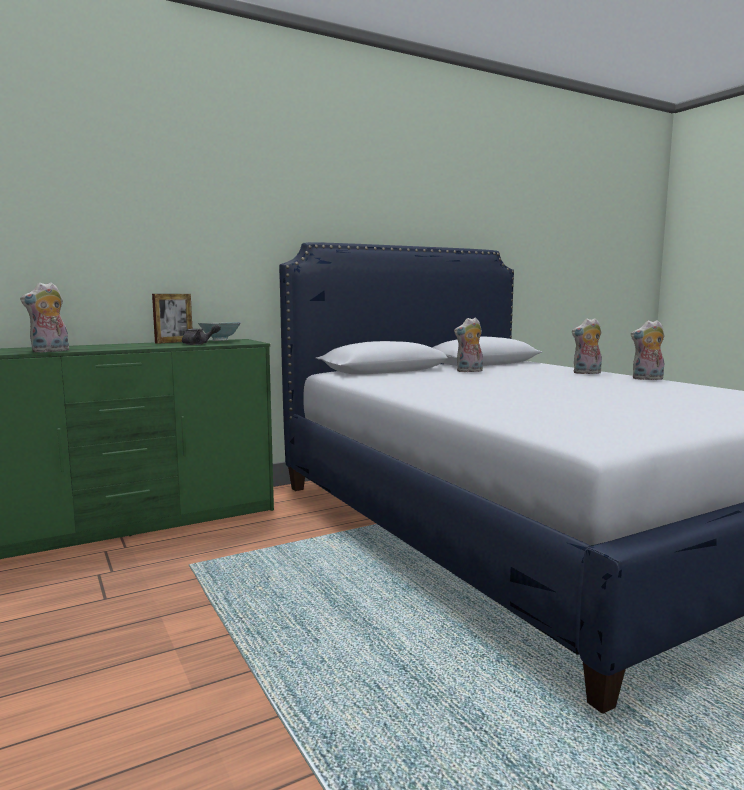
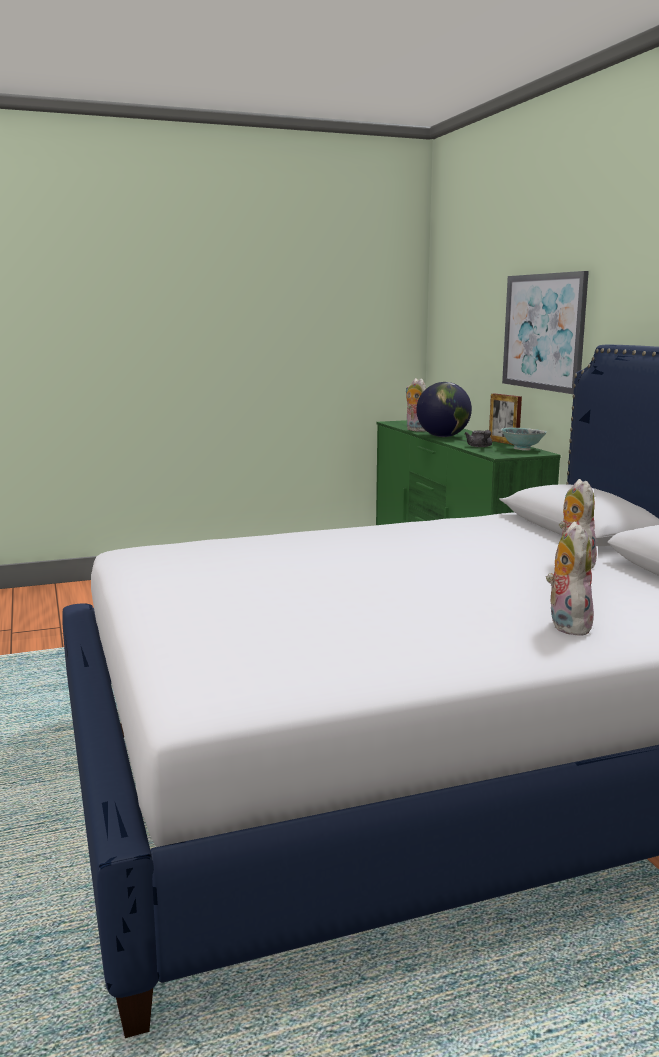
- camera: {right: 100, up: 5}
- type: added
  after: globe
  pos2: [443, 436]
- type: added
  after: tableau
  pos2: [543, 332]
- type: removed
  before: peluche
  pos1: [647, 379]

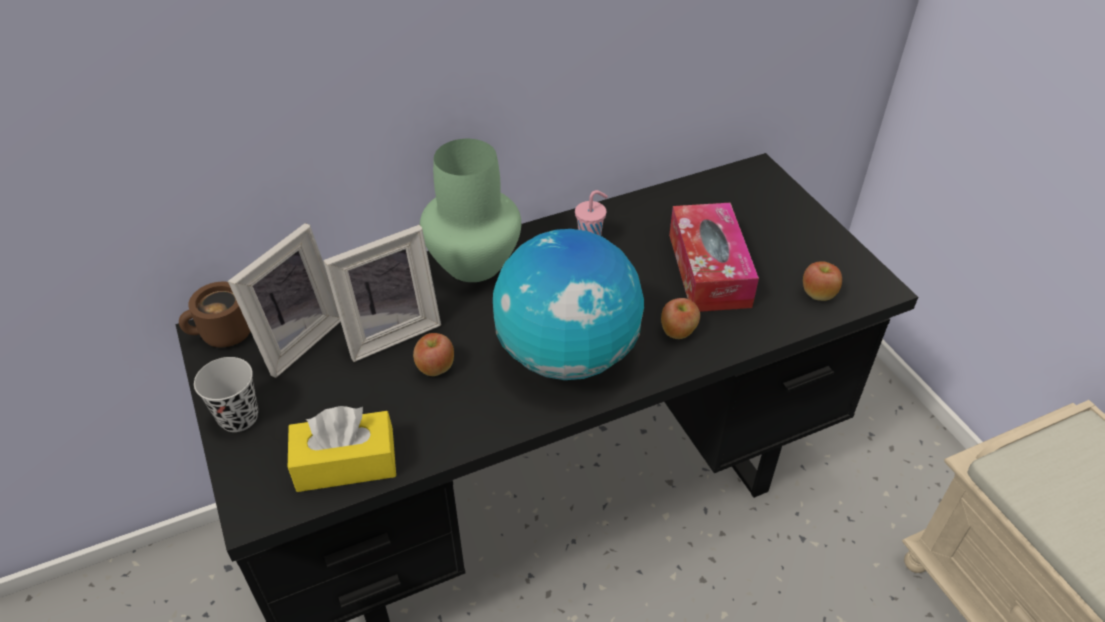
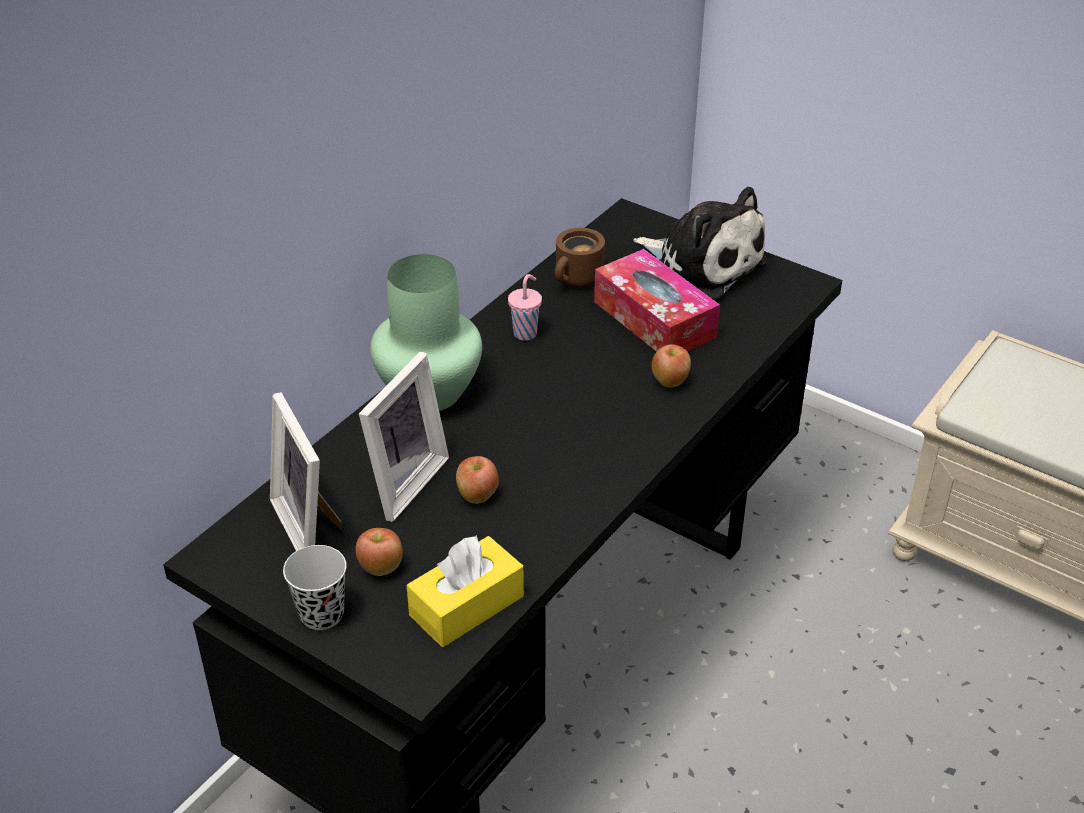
- camera: {right: -30, up: -5}
- type: turned
  before: cadre photo
  pos1: [295, 339]
  pos2: [311, 526]
  turn: 150
- type: moved
  before: pomme
  pos1: [818, 294]
  pos2: [380, 567]
- type: moved
  before: mug/marron
  pos1: [223, 335]
  pos2: [578, 280]
- type: added
  after: peluche
  pos2: [701, 264]
- type: removed
  before: globe
  pos1: [567, 355]

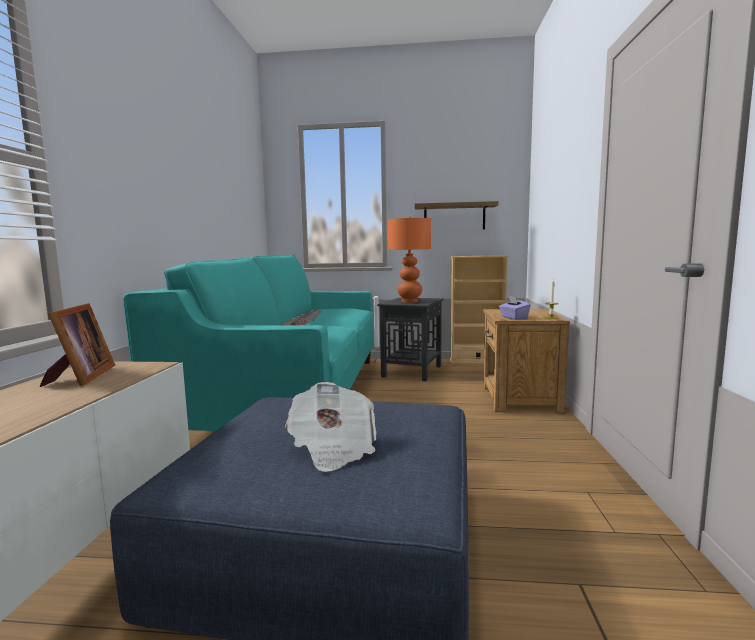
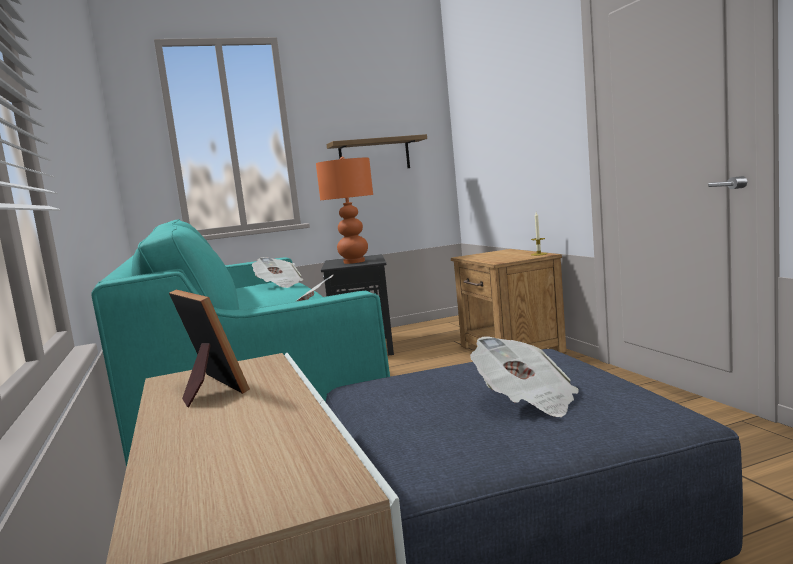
- camera: {right: -25, up: 0}
- type: added
  after: journal
  pos2: [279, 285]
- type: removed
  before: bibliothèque/beige
  pos1: [477, 361]
- type: removed
  before: boîte à mouchoirs/violet
  pos1: [513, 318]

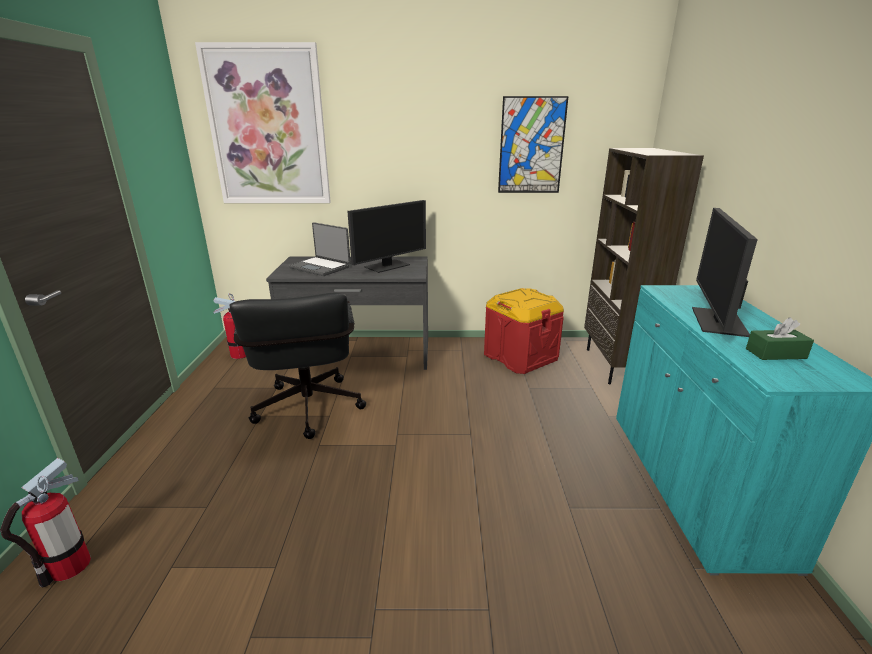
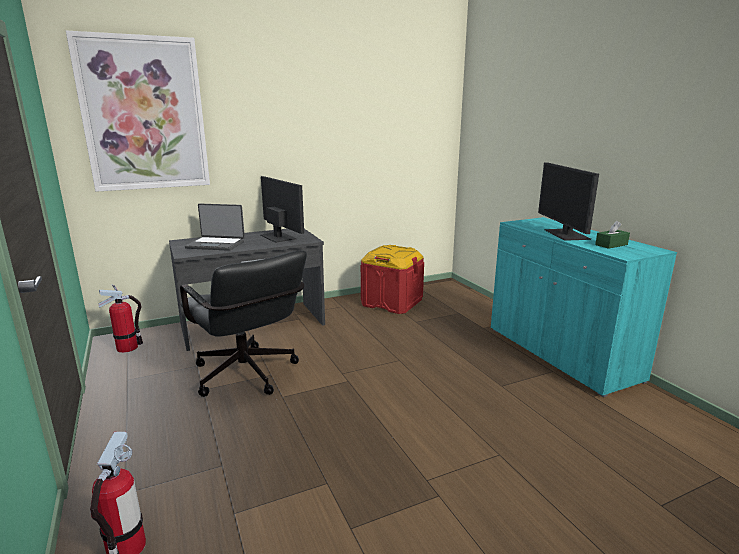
- camera: {right: -25, up: -5}
- type: turned
  before: écran d'ordinateur
  pos1: [387, 266]
  pos2: [278, 237]
  turn: -60
- type: removed
  before: tableau
  pos1: [531, 146]
- type: removed
  before: bibliothèque/marron
  pos1: [615, 366]

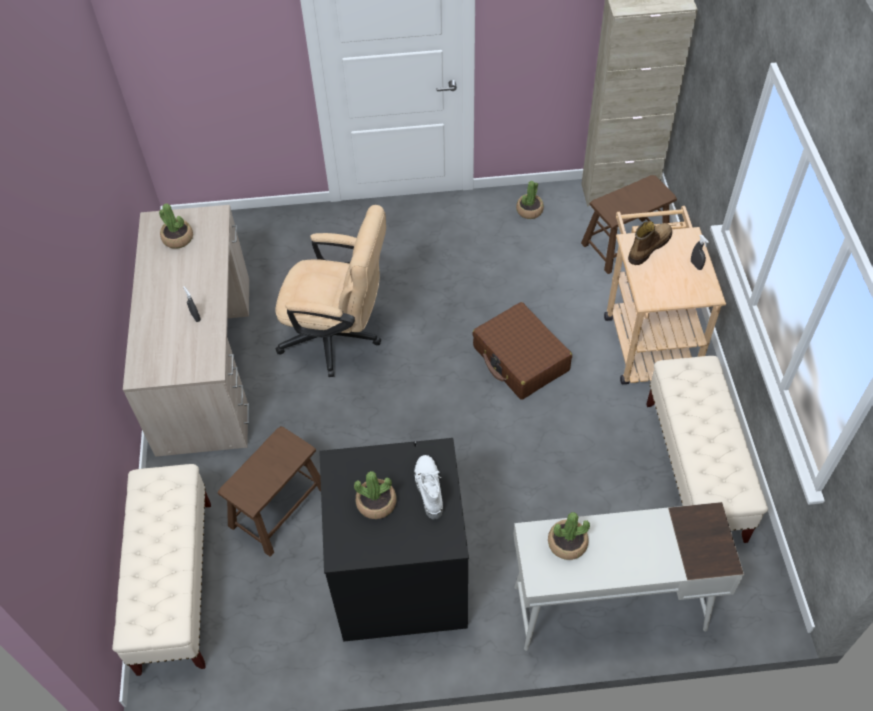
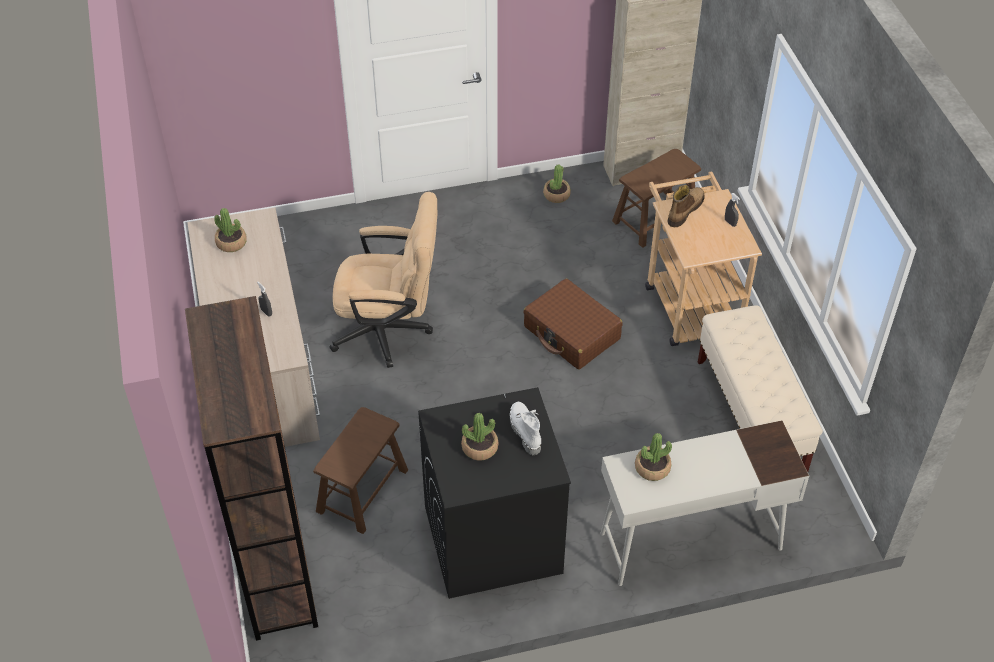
- camera: {right: -10, up: -5}
- type: replaced
  before: banc/beige
  after: bibliothèque/marron
  pos1: [176, 585]
  pos2: [276, 569]

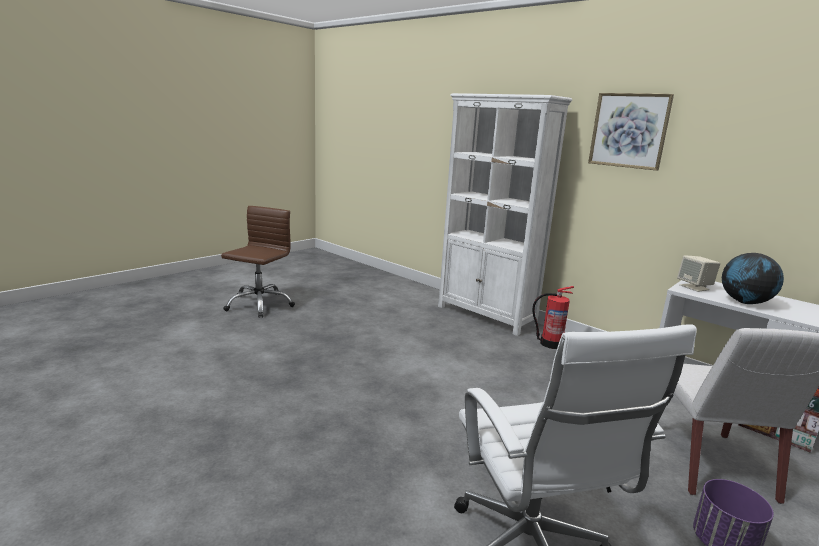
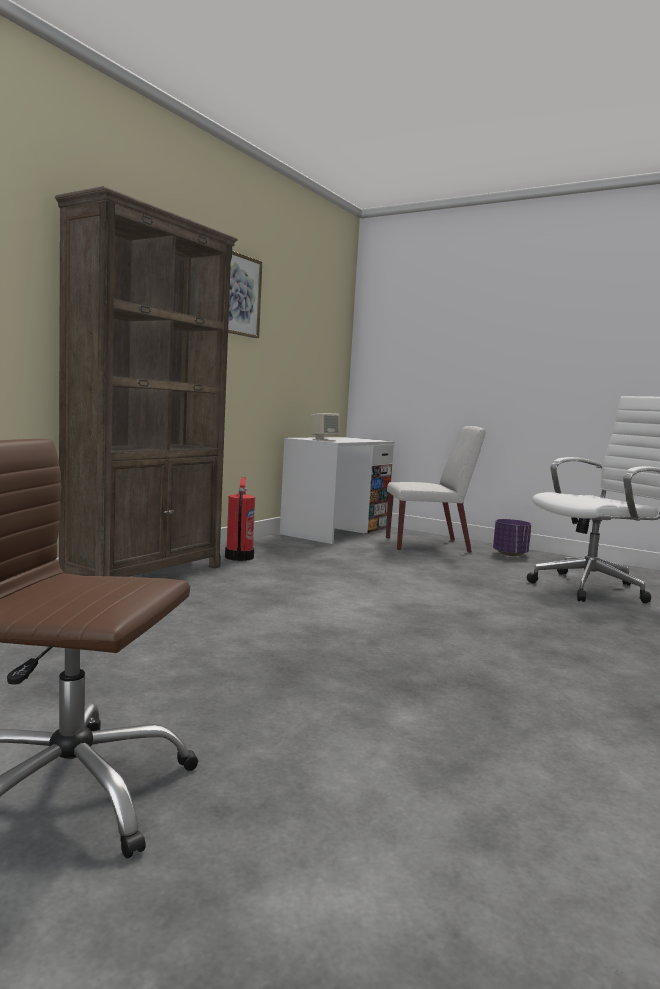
- camera: {right: -100, up: -10}
- type: recoloured
  before: bibliothèque/blanc
  after: bibliothèque/marron
  pos1: [486, 316]
  pos2: [146, 575]
- type: removed
  before: globe
  pos1: [745, 302]

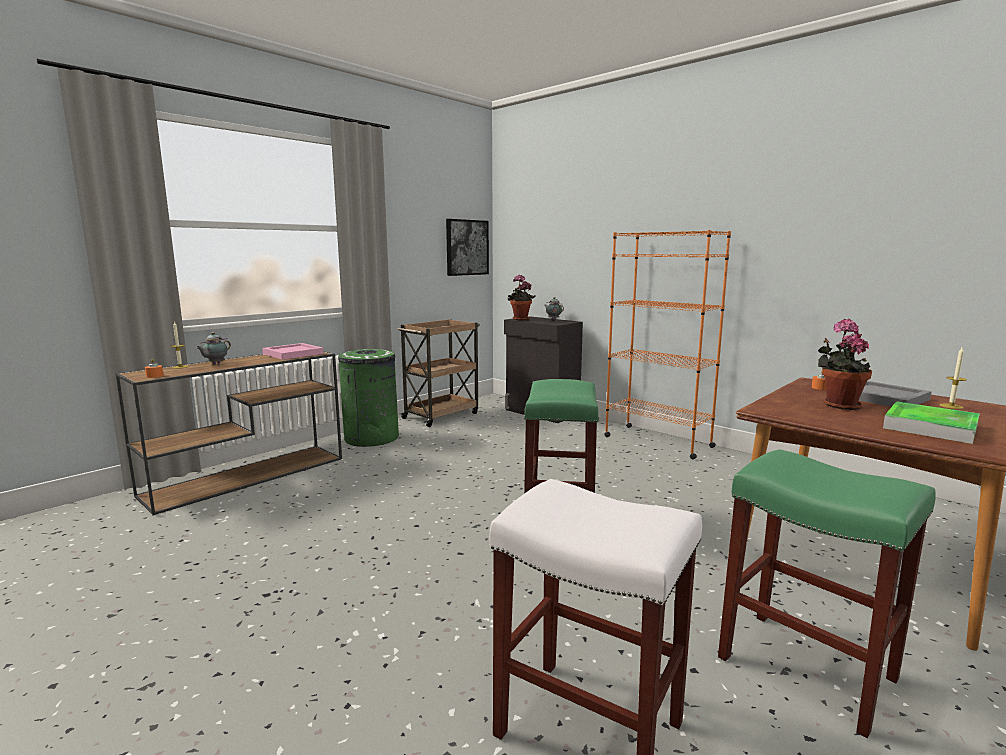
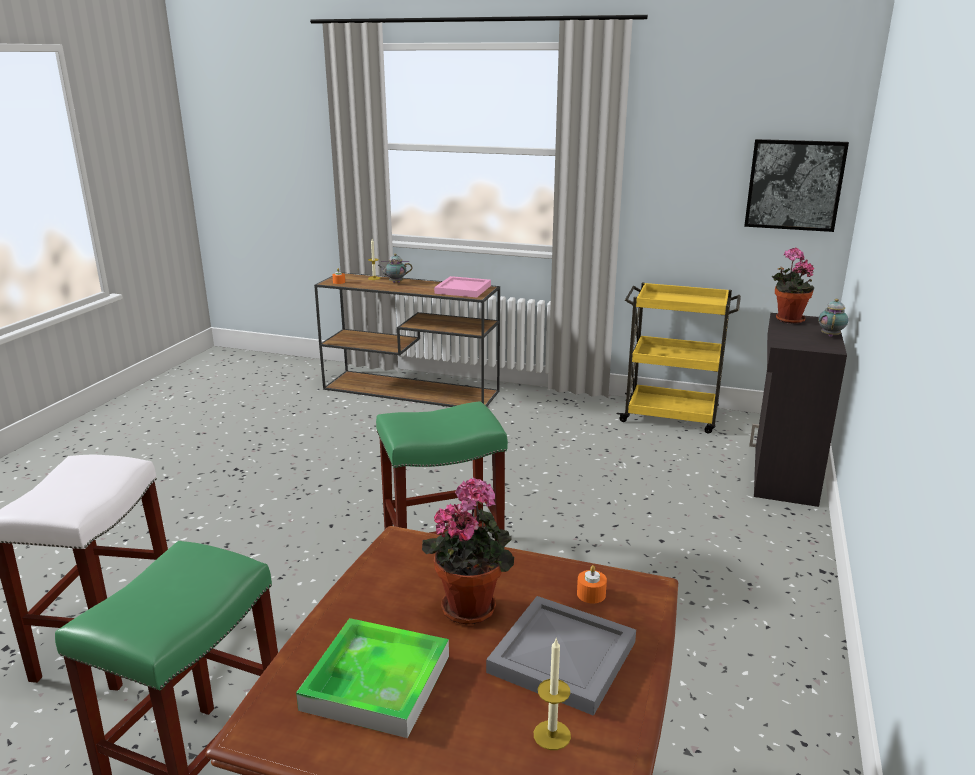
- camera: {right: 65, up: 10}
- type: recoloured
  before: chariot/marron
  after: chariot/jaune
  pos1: [442, 415]
  pos2: [671, 416]
- type: removed
  before: poubelle/vert
  pos1: [371, 438]
- type: removed
  before: bibliothèque/orange
  pos1: [657, 441]

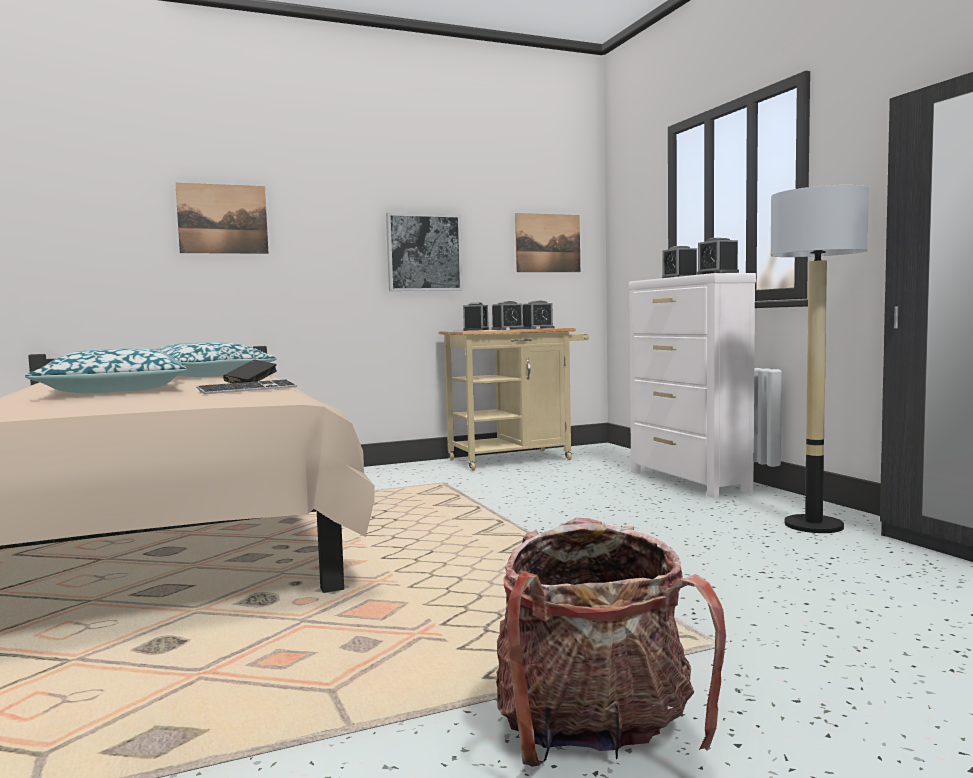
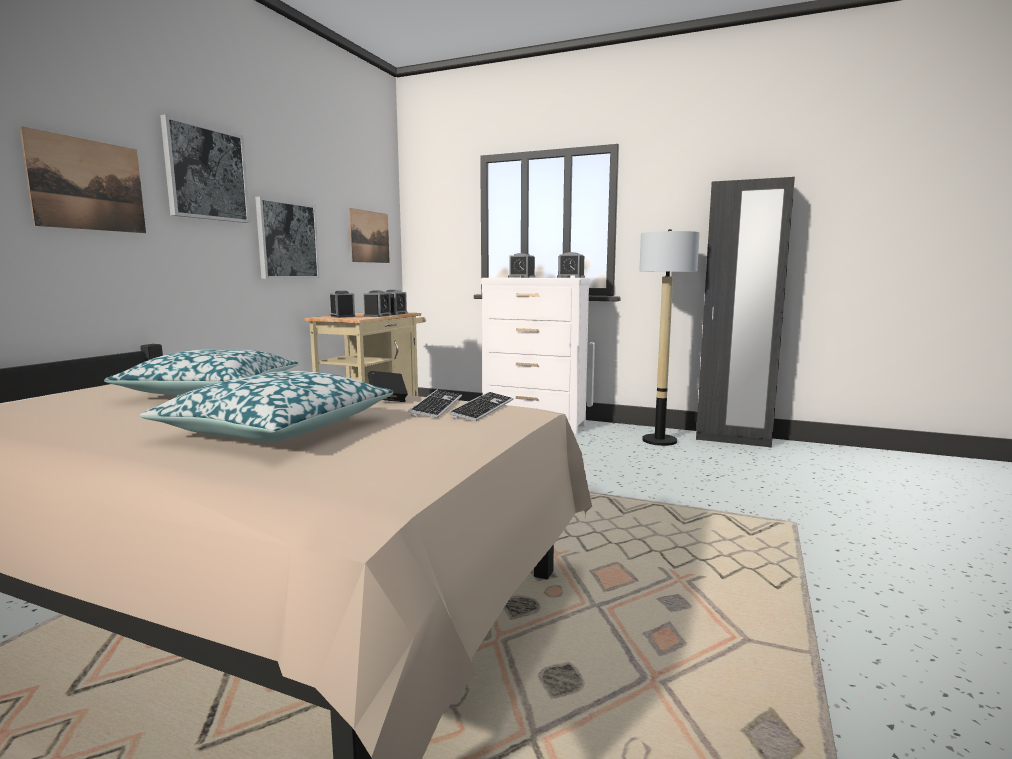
- camera: {right: -45, up: 5}
- type: added
  after: tableau
  pos2: [206, 173]
- type: added
  after: clavier
  pos2: [483, 409]
- type: removed
  before: sac à dos
  pos1: [594, 738]

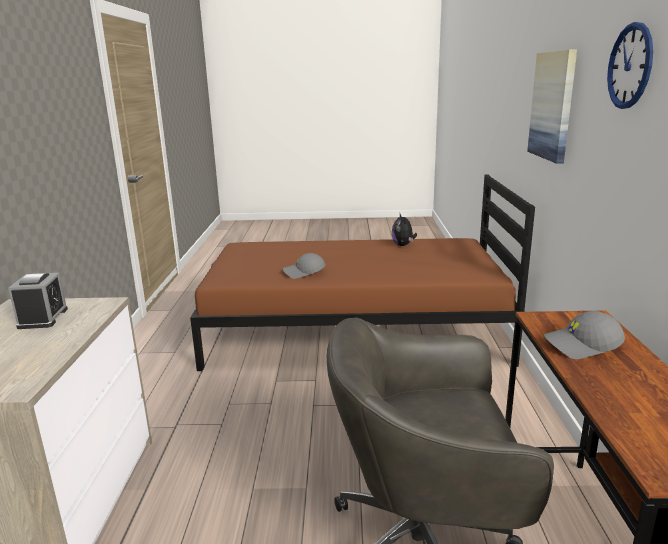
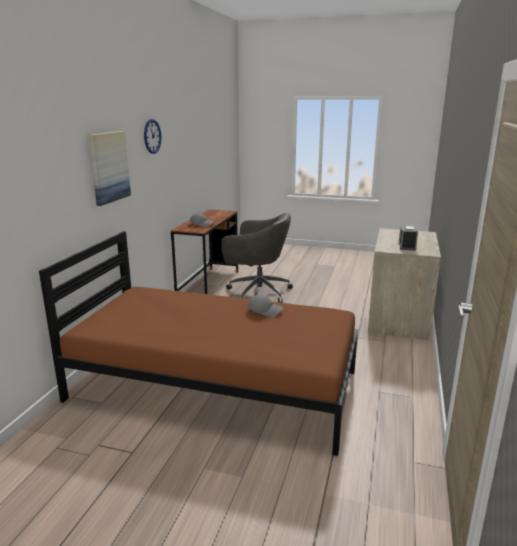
- camera: {right: -165, up: 0}
- type: removed
  before: peluche
  pos1: [403, 245]

